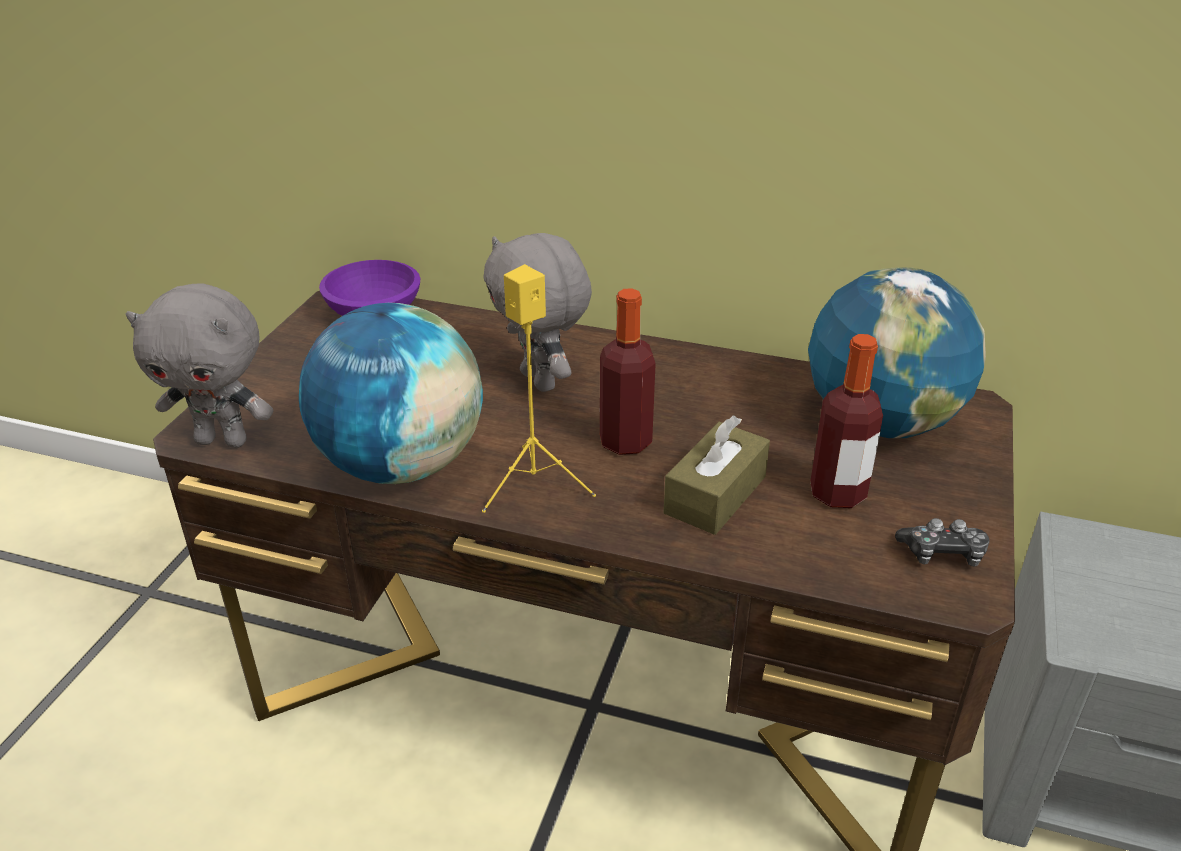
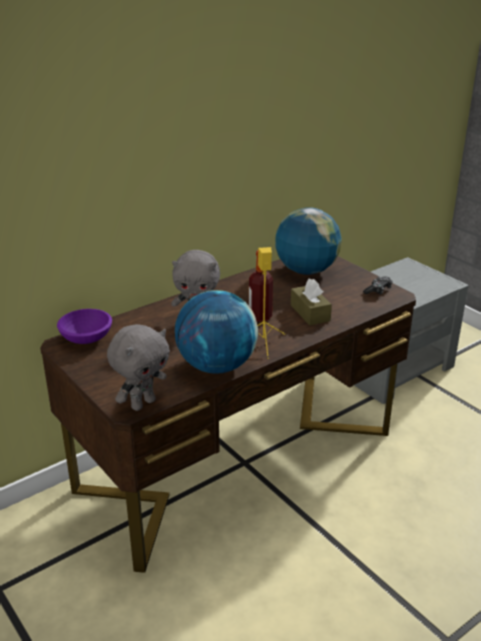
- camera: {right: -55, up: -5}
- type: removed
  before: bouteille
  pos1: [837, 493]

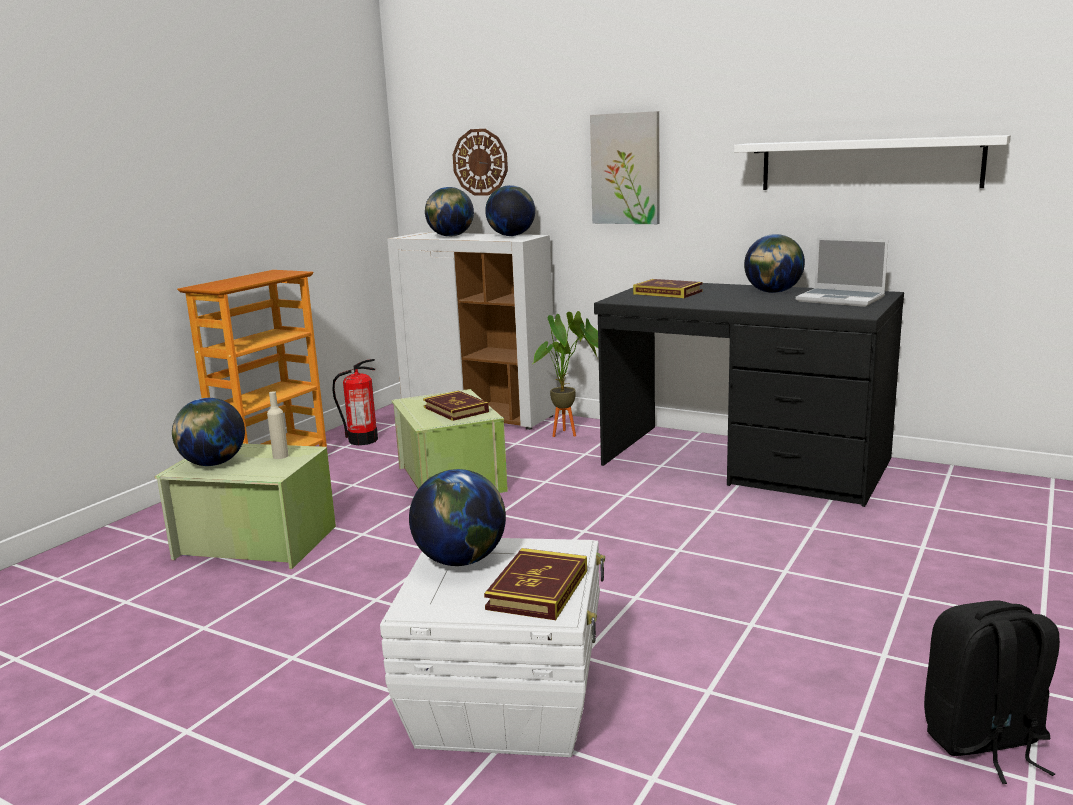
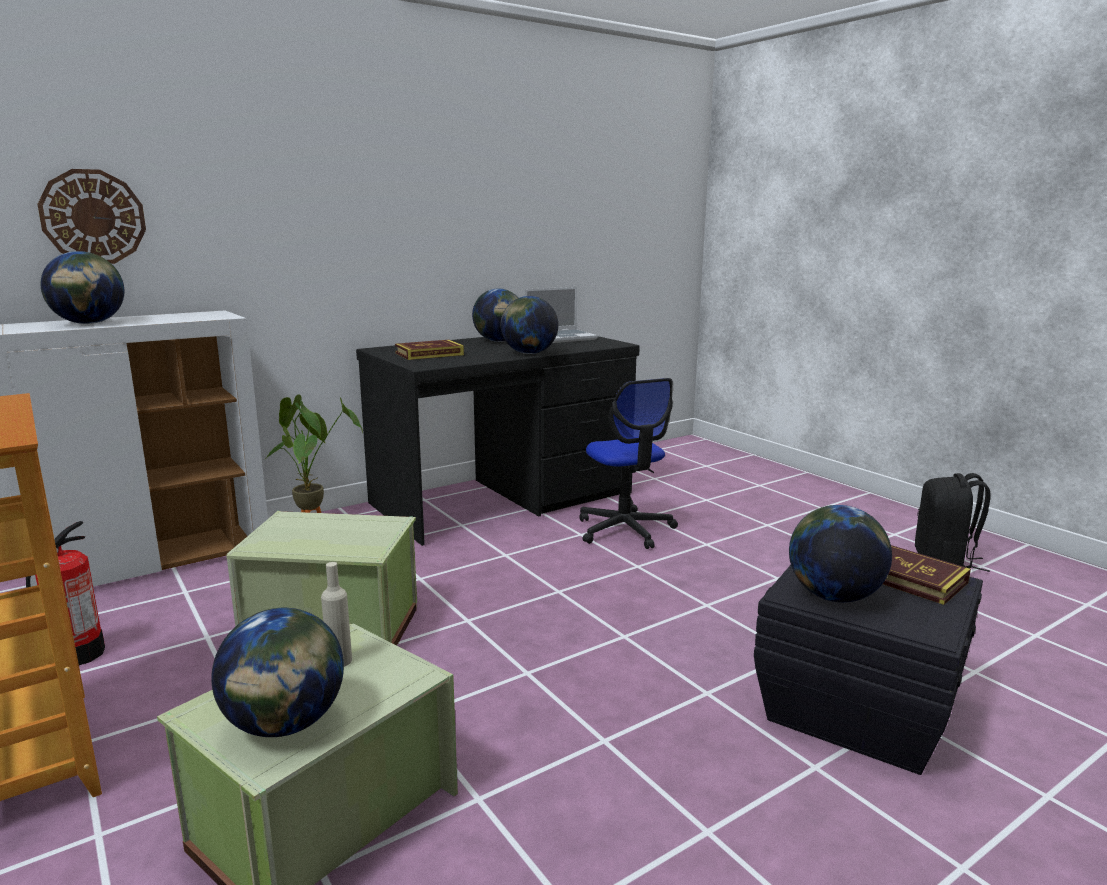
- camera: {right: -65, up: 0}
- type: moved
  before: globe
  pos1: [511, 236]
  pos2: [529, 353]
- type: added
  after: chaise de bureau
  pos2: [625, 530]
- type: recoloured
  before: boîte de rangement/blanc
  after: boîte de rangement/noir
  pos1: [507, 703]
  pos2: [856, 706]
- type: removed
  before: livre
  pos1: [456, 409]
- type: removed
  before: tableau
  pos1: [626, 169]
- type: removed
  before: étagère/blanc
  pos1: [869, 164]

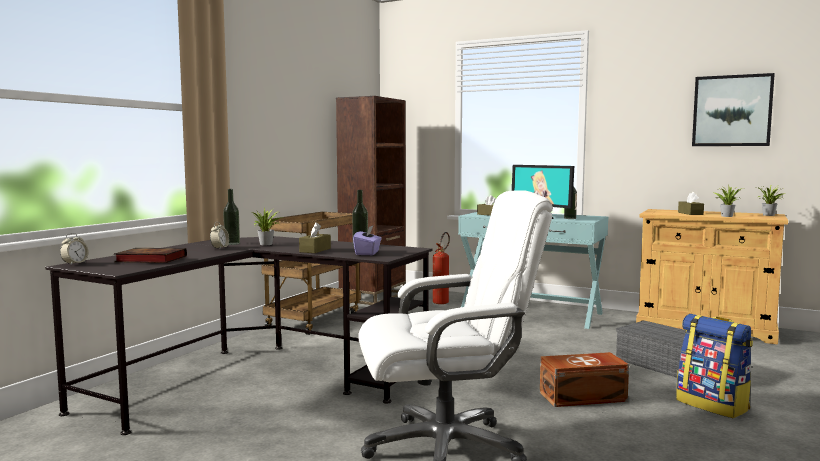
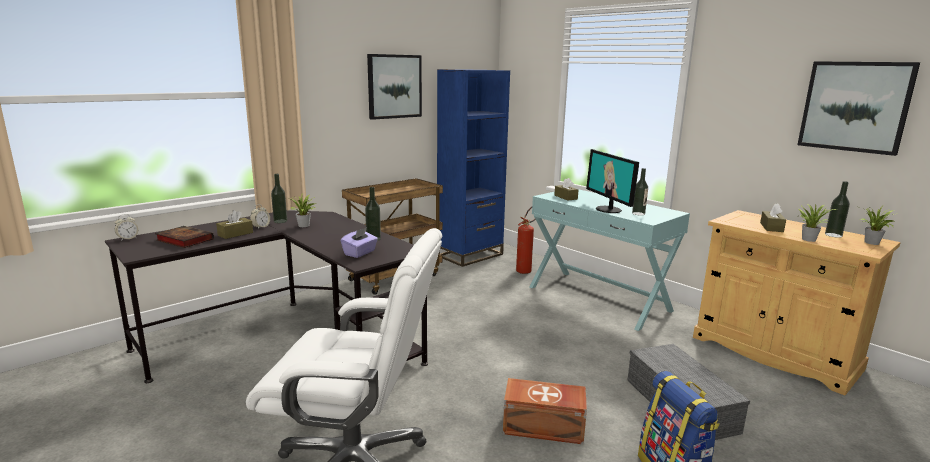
- camera: {right: 20, up: 10}
- type: moved
  before: boîte à mouchoirs/marron
  pos1: [315, 250]
  pos2: [235, 234]
- type: added
  after: tableau
  pos2: [394, 86]
- type: recoloured
  before: bibliothèque/marron
  after: bibliothèque/bleu
  pos1: [373, 297]
  pos2: [470, 255]
- type: added
  after: bouteille
  pos2: [833, 235]

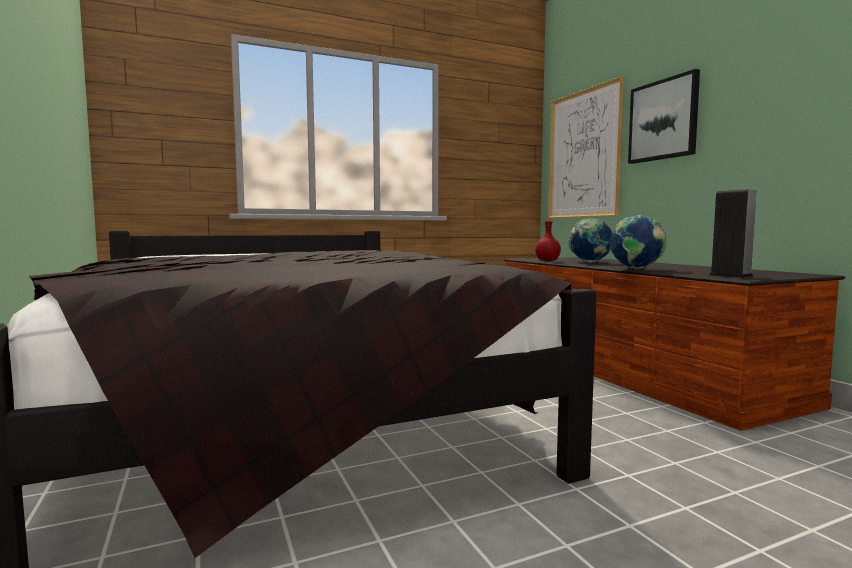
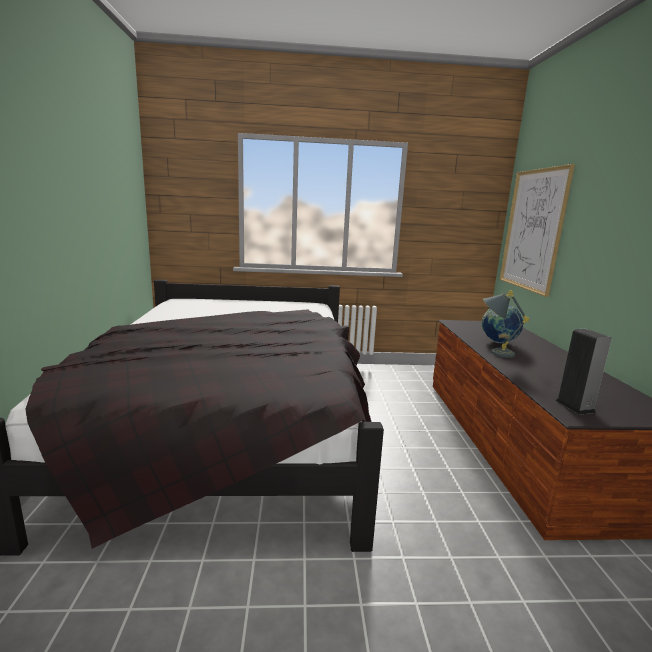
- camera: {right: 20, up: 10}
- type: added
  after: lampe de table/gris
  pos2: [493, 352]
- type: removed
  before: bouteille/rouge
  pos1: [547, 261]
- type: removed
  before: globe
  pos1: [636, 269]
- type: removed
  before: tableau
  pos1: [663, 120]

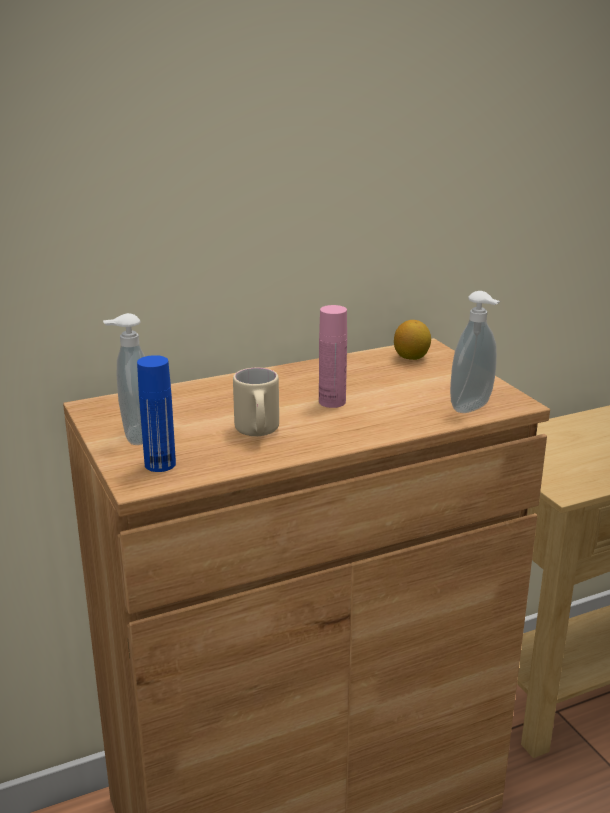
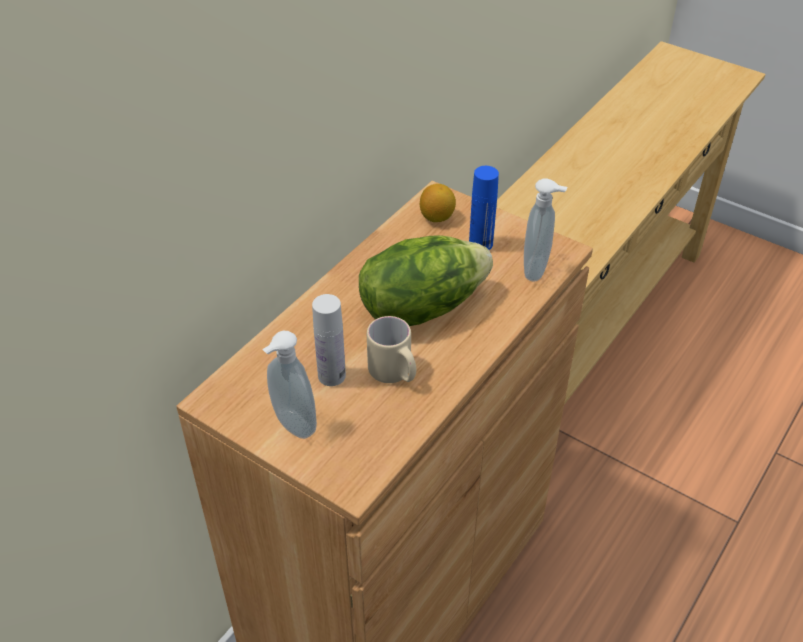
- camera: {right: -30, up: 20}
- type: added
  after: bouteille/blanc
  pos2: [331, 375]
- type: replaced
  before: bouteille/rose
  after: laitue
  pos1: [332, 402]
  pos2: [421, 307]
- type: moved
  before: bouteille/bleu
  pos1: [160, 464]
  pos2: [481, 244]

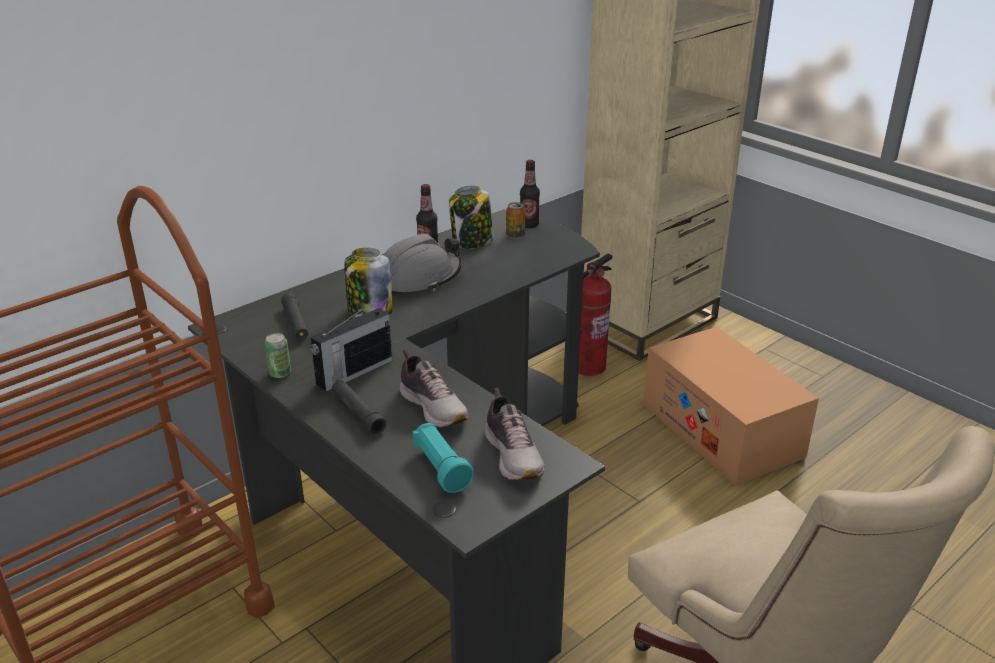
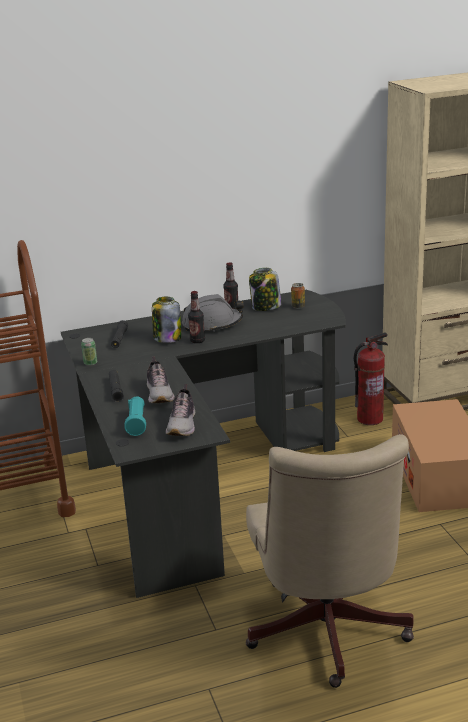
- camera: {right: 25, up: -5}
- type: moved
  before: bouteille
  pos1: [529, 225]
  pos2: [197, 341]
- type: removed
  before: radio
  pos1: [353, 372]

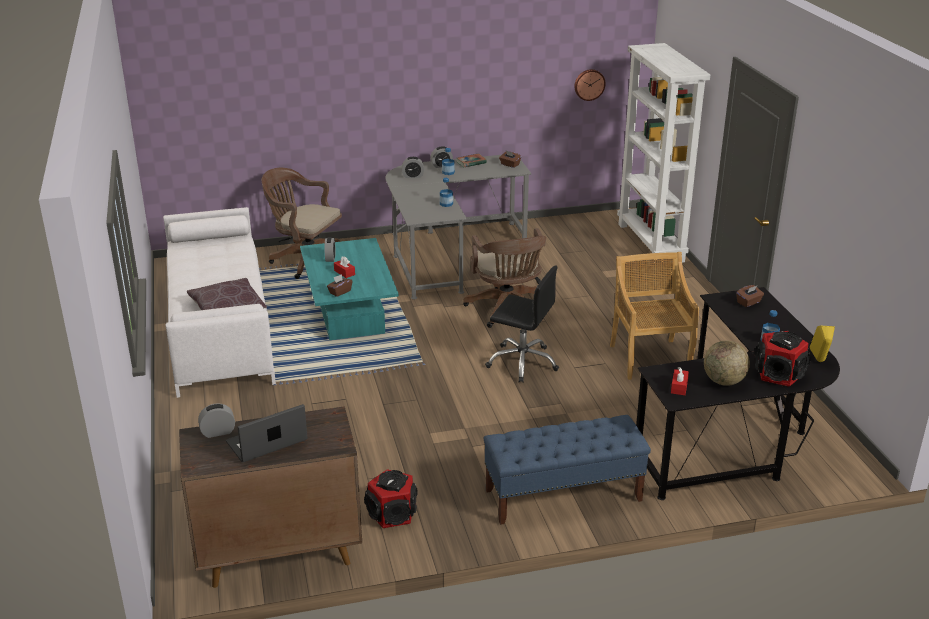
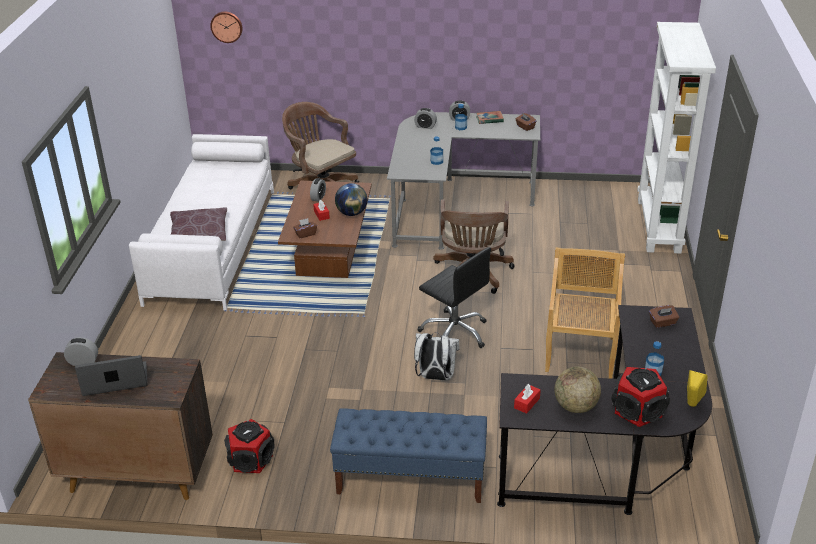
- camera: {right: 20, up: 5}
- type: moved
  before: horloge murale
  pos1: [589, 84]
  pos2: [226, 26]
- type: recoloured
  before: table basse/turquoise
  after: table basse/marron
  pos1: [349, 312]
  pos2: [329, 250]
- type: added
  after: globe
  pos2: [351, 213]
- type: added
  after: sac à dos/blanc
  pos2: [435, 377]

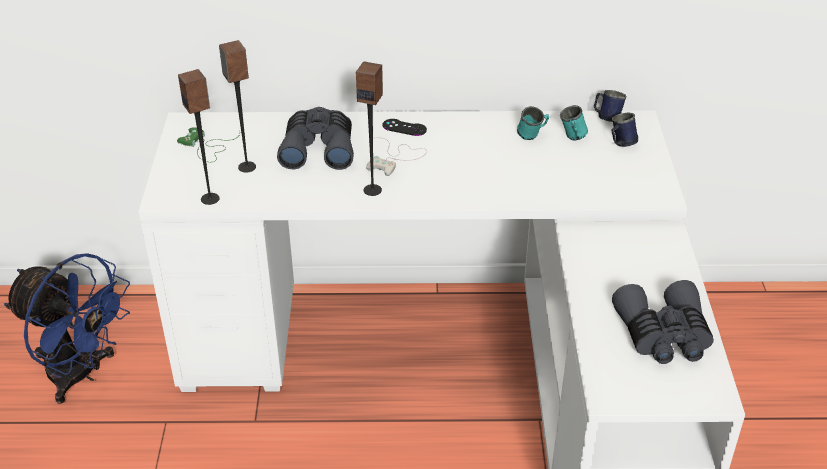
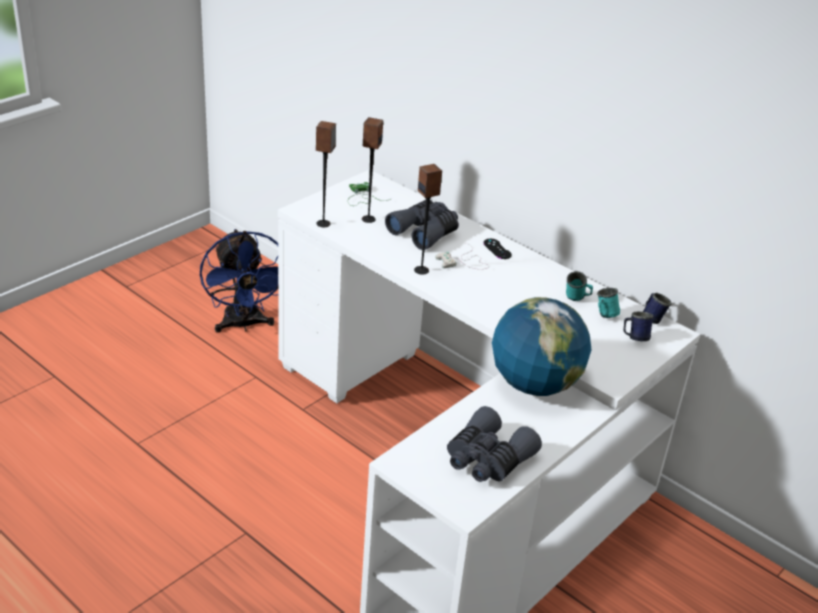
- camera: {right: 40, up: -5}
- type: added
  after: globe
  pos2: [534, 384]

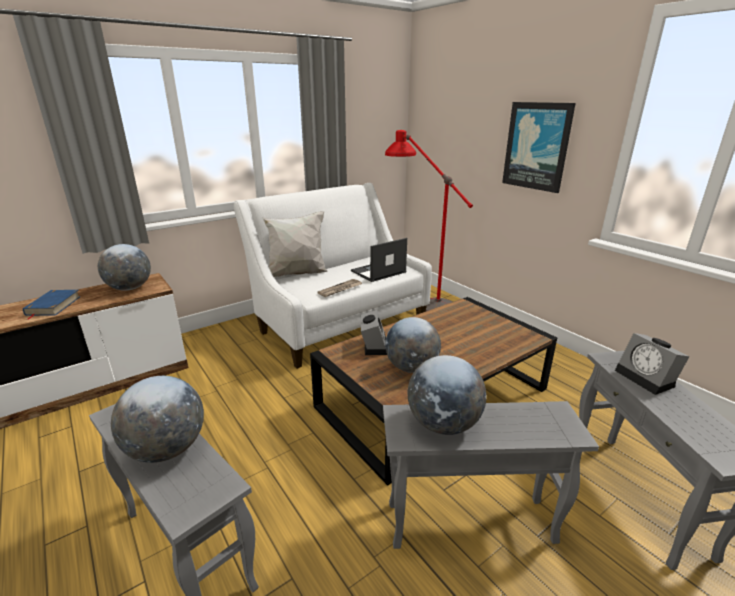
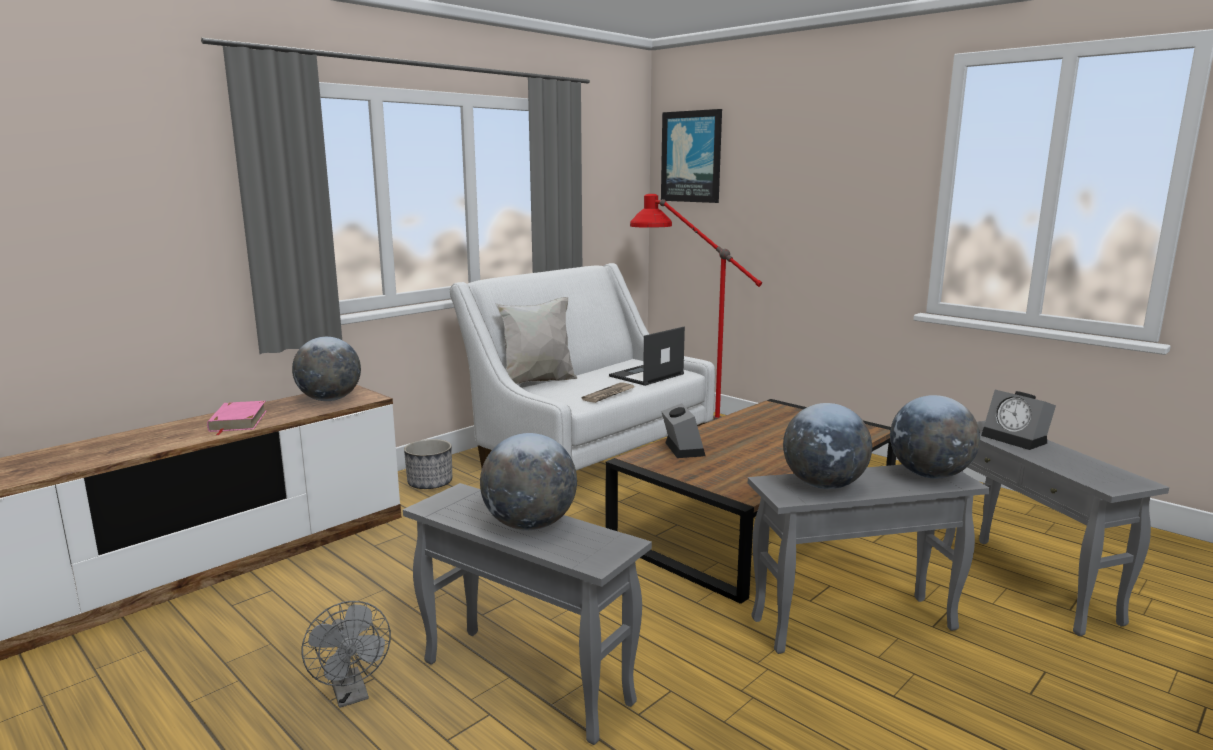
- camera: {right: -10, up: -10}
- type: recoloured
  before: livre/bleu
  after: livre/rose
  pos1: [53, 306]
  pos2: [238, 421]
- type: added
  after: ventilateur/gris
  pos2: [351, 695]
- type: added
  after: cache-pot
  pos2: [430, 483]
- type: moved
  before: tableau
  pos1: [536, 146]
  pos2: [691, 156]
- type: moved
  before: globe
  pos1: [411, 368]
  pos2: [929, 475]

